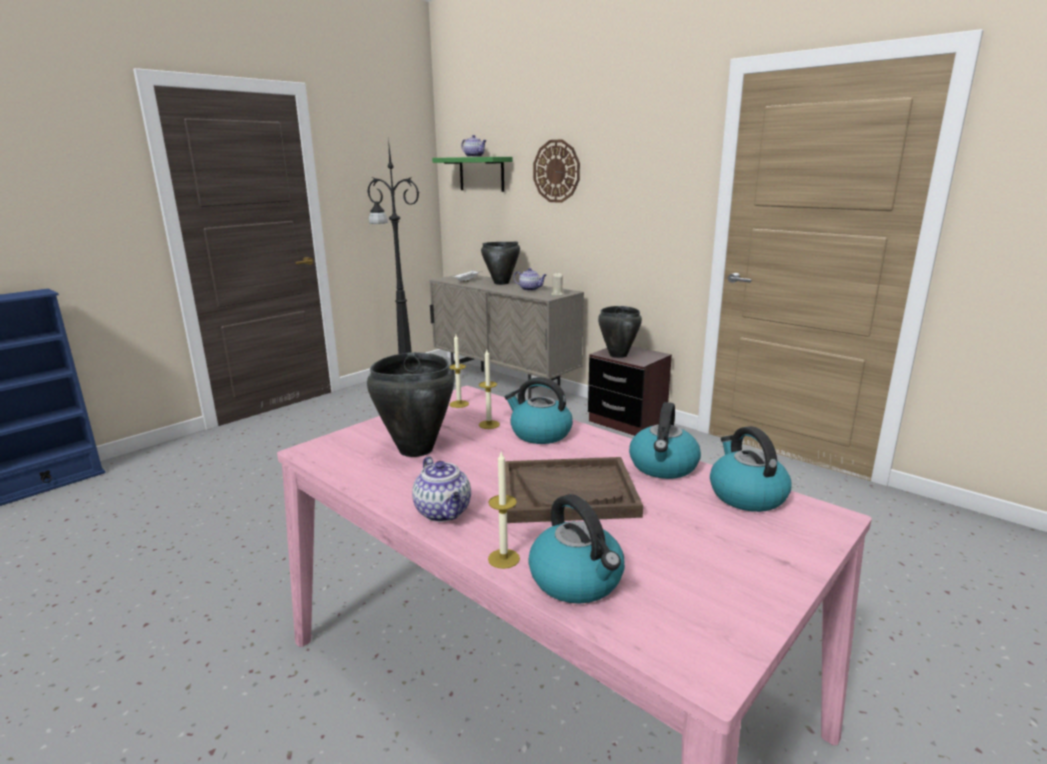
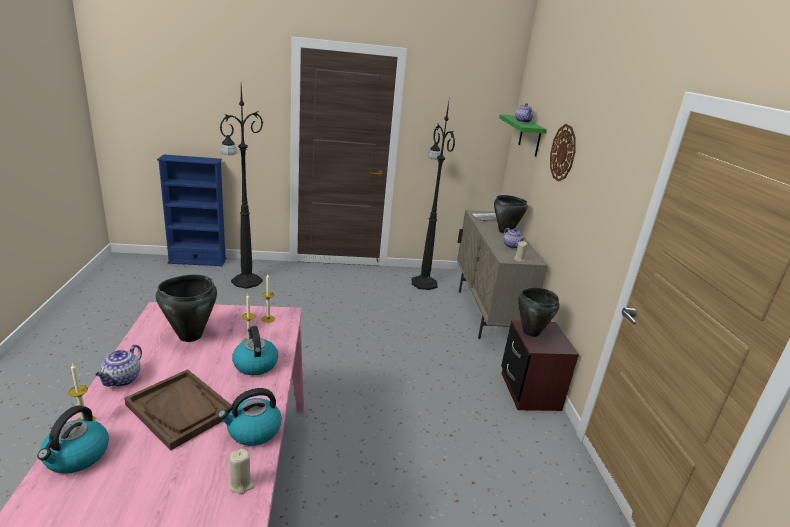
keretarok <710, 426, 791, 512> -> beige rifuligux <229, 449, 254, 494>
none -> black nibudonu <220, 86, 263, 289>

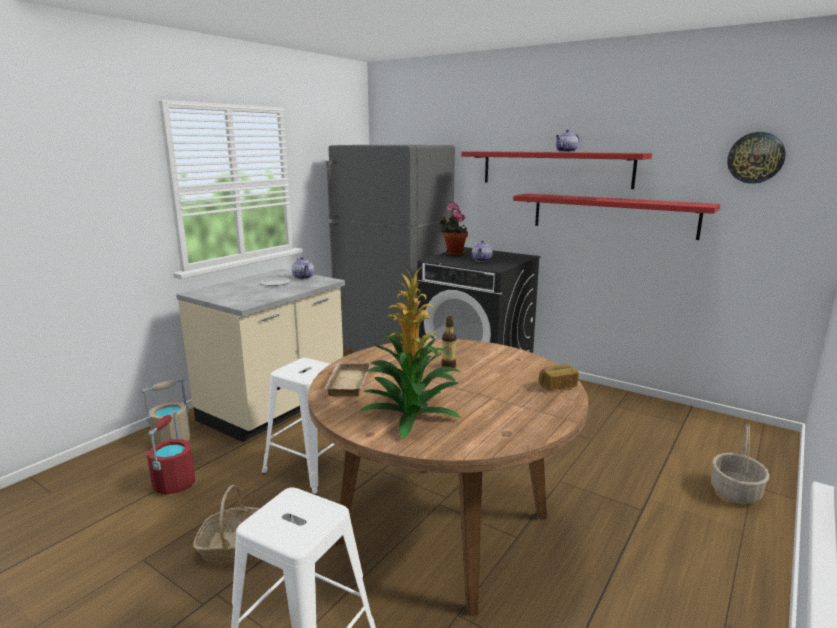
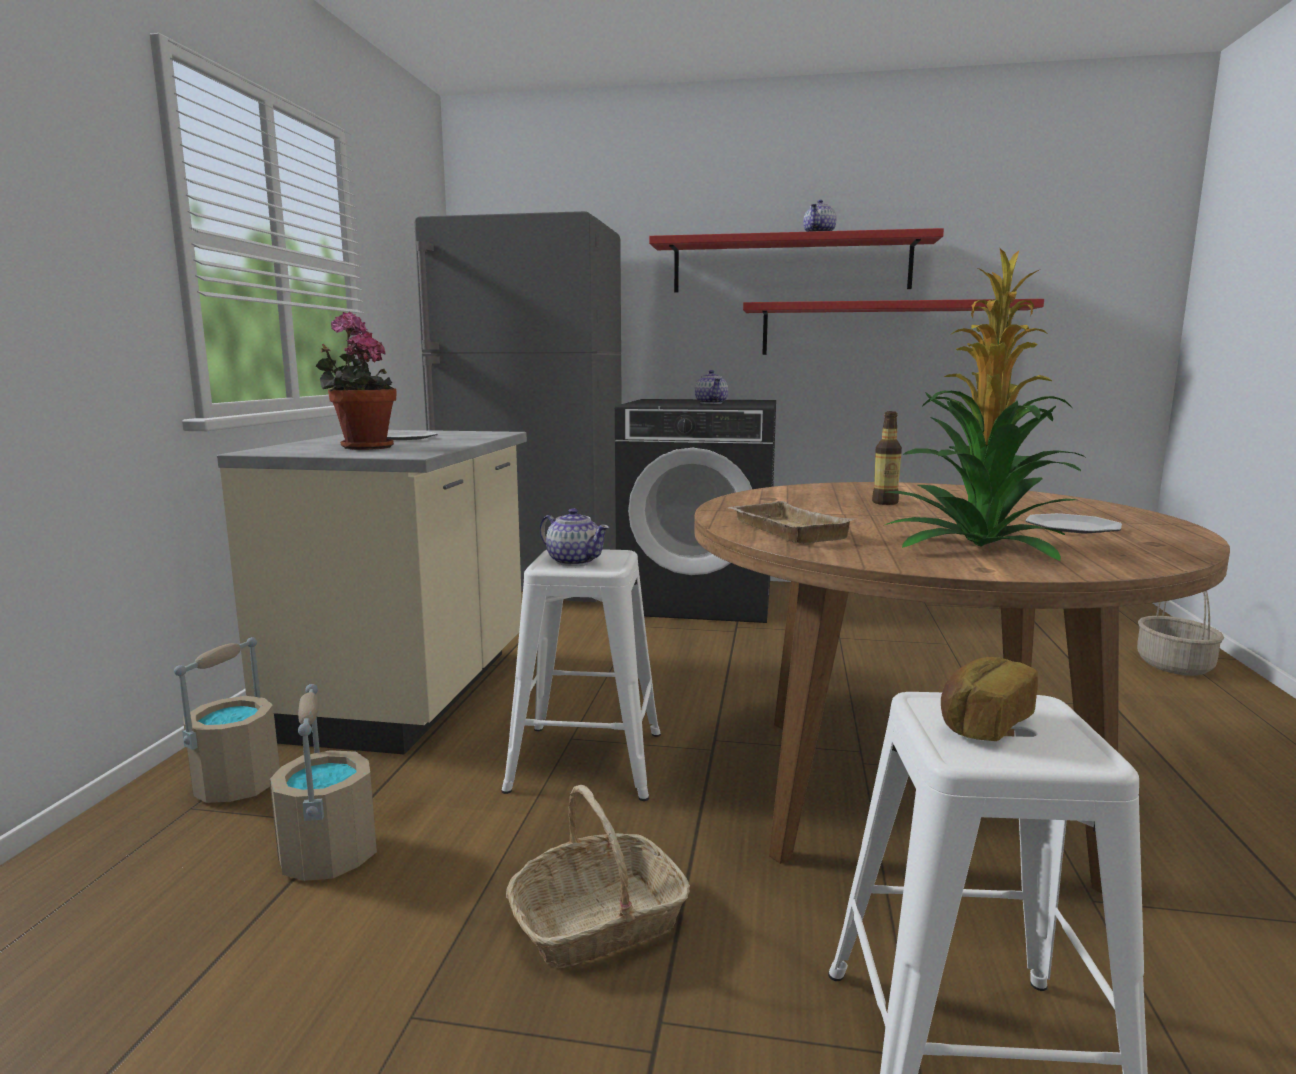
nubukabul <727, 132, 786, 184> -> none
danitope <440, 202, 468, 256> -> danitope <316, 312, 397, 450>, shifted
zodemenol <292, 257, 314, 279> -> zodemenol <540, 508, 610, 566>, shifted
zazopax <539, 365, 579, 390> -> zazopax <941, 657, 1038, 741>, shifted
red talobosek <147, 410, 195, 495> -> beige talobosek <269, 684, 377, 881>
none -> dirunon <1025, 513, 1122, 533>

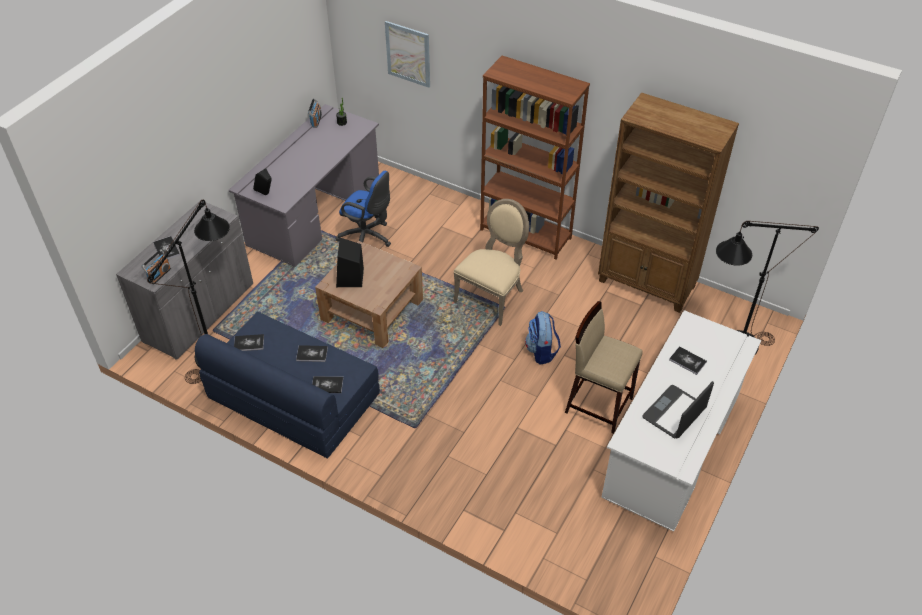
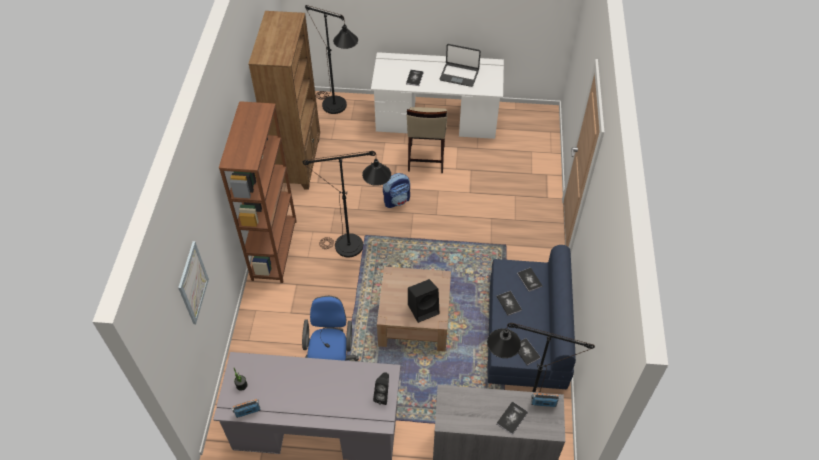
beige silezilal <453, 199, 529, 326> -> black nibudonu <303, 151, 391, 257>

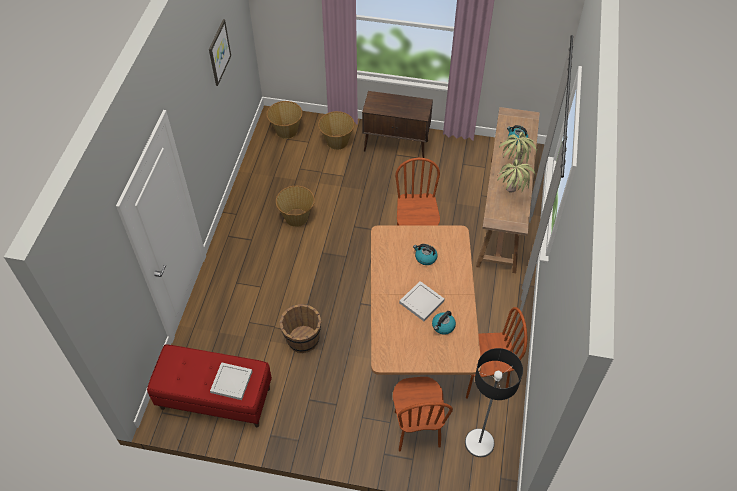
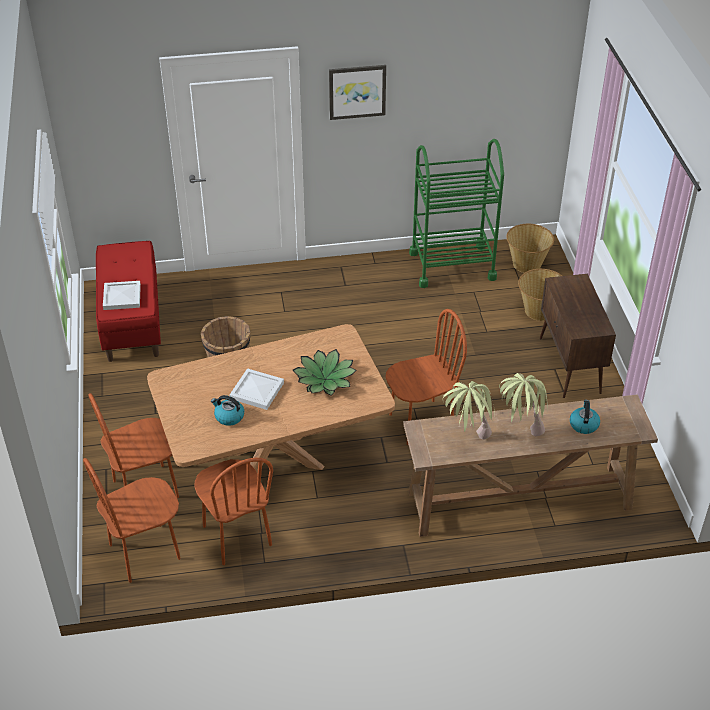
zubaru <209, 19, 231, 86> -> zubaru <329, 65, 386, 120>, shifted
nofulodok <276, 186, 315, 227> -> none
keretarok <413, 244, 438, 265> -> danitope <293, 349, 357, 396>
nibudonu <465, 348, 523, 457> -> brown silezilal <83, 458, 181, 583>
none -> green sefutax <409, 139, 504, 288>

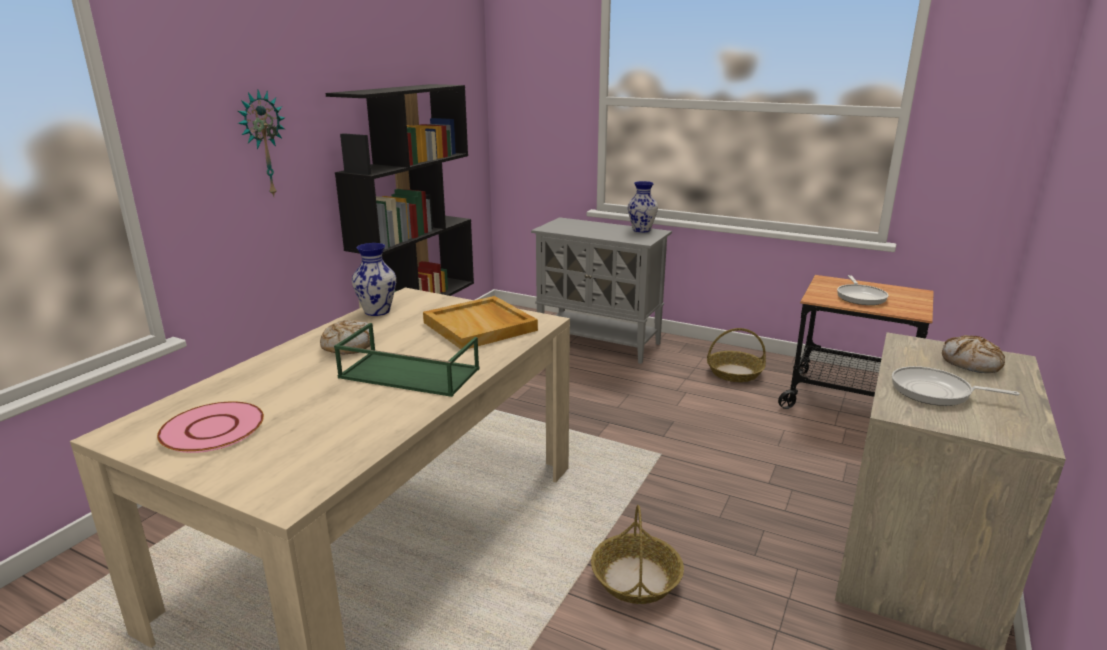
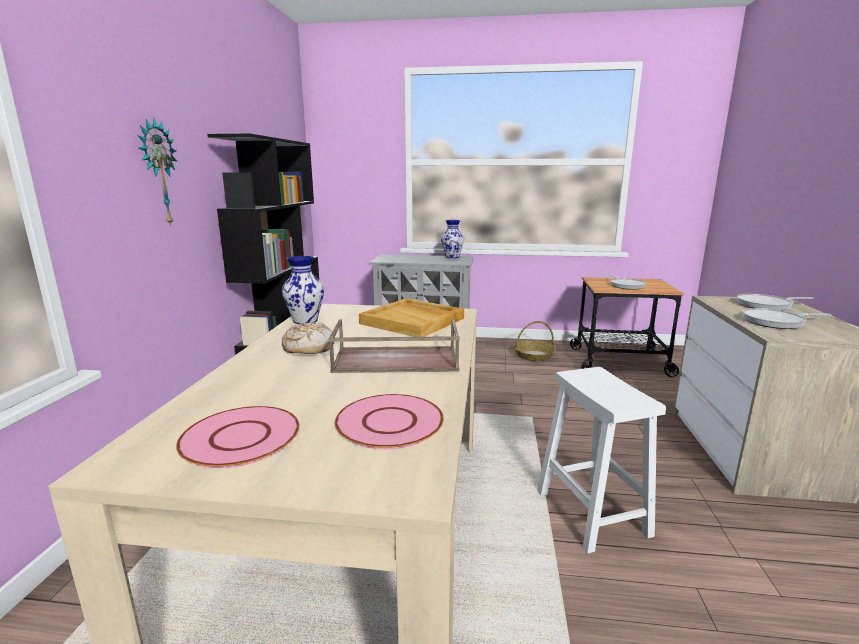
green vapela <334, 323, 479, 397> -> brown vapela <328, 318, 460, 373>
zazopax <942, 335, 1005, 373> -> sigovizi <737, 294, 814, 311>
nofulodok <591, 505, 684, 604> -> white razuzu <537, 367, 666, 554>
none -> pink dirunon <335, 394, 444, 449>

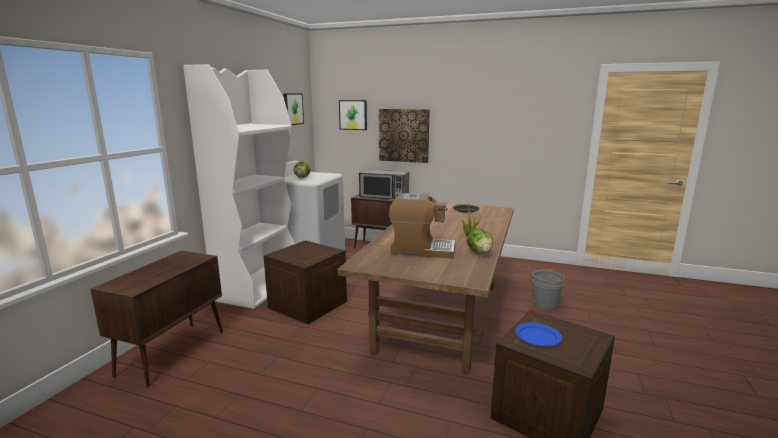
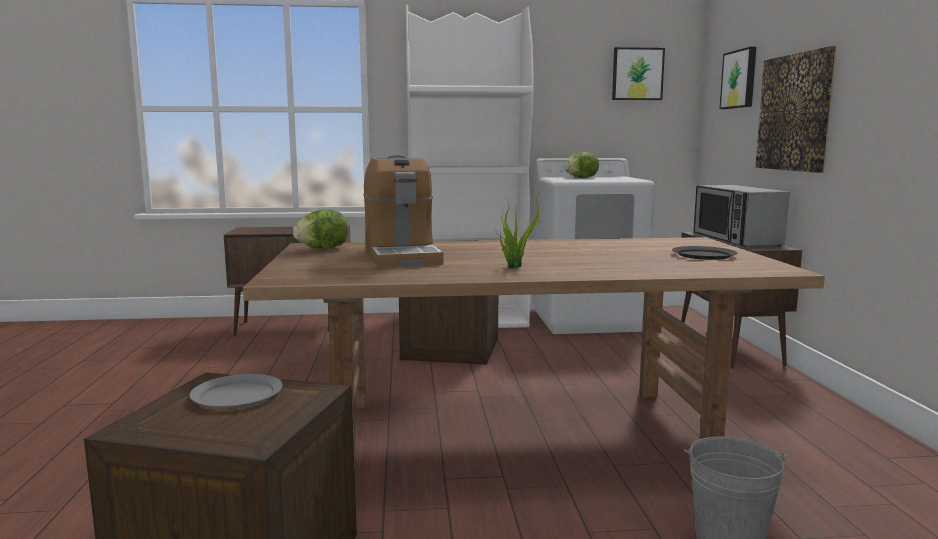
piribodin <467, 228, 493, 254> -> piribodin <293, 209, 348, 249>, shifted
blue dirunon <515, 322, 562, 346> -> grey dirunon <189, 374, 283, 409>

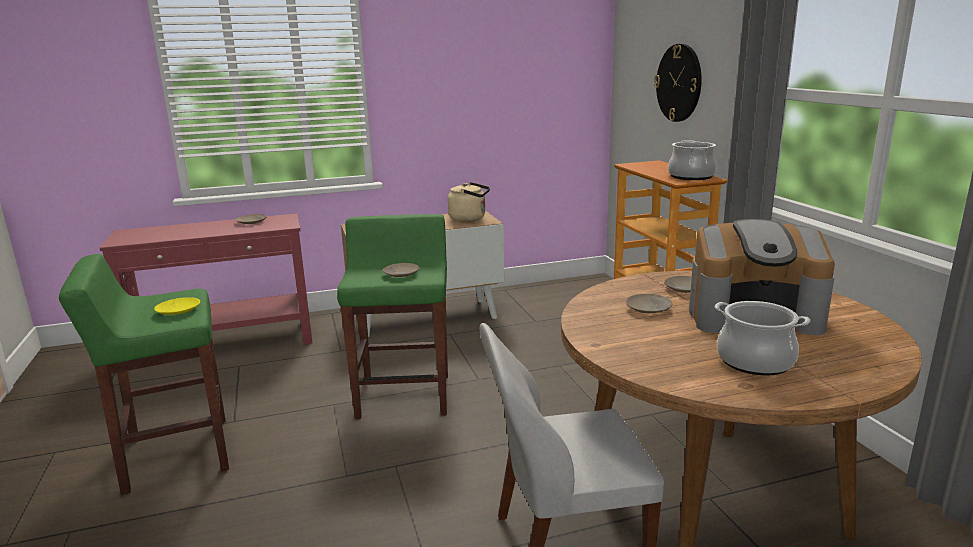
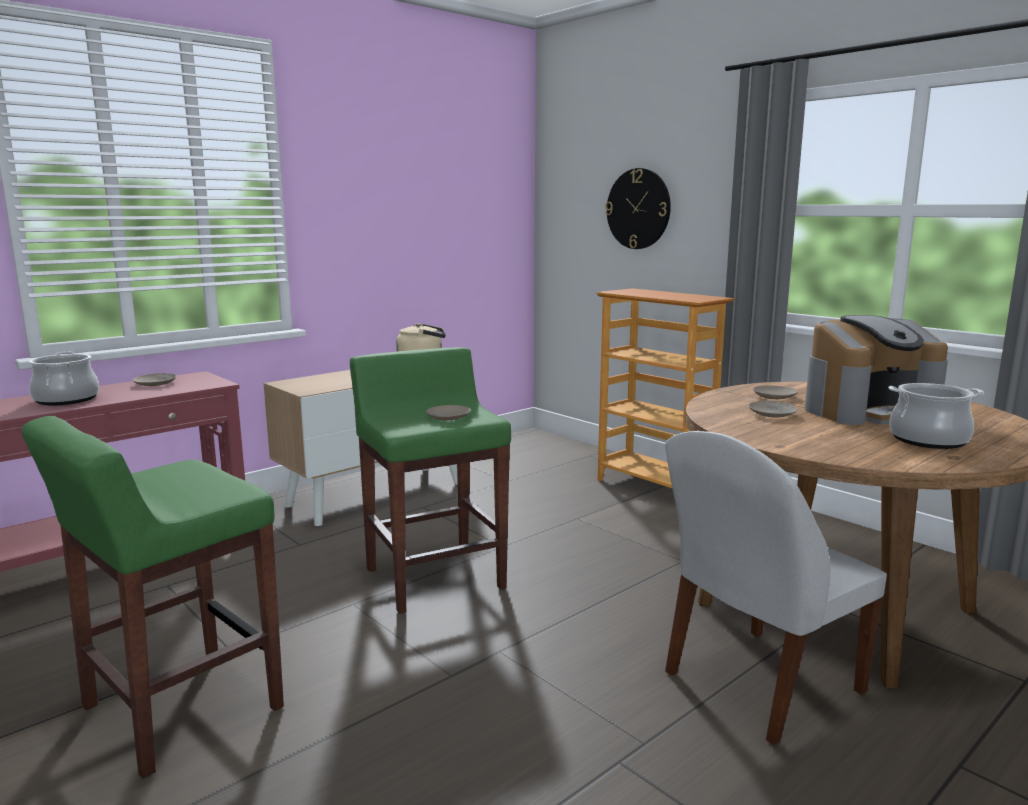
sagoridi <668, 140, 717, 180> -> sagoridi <29, 352, 99, 405>, shifted
yellow dirunon <154, 297, 200, 315> -> none

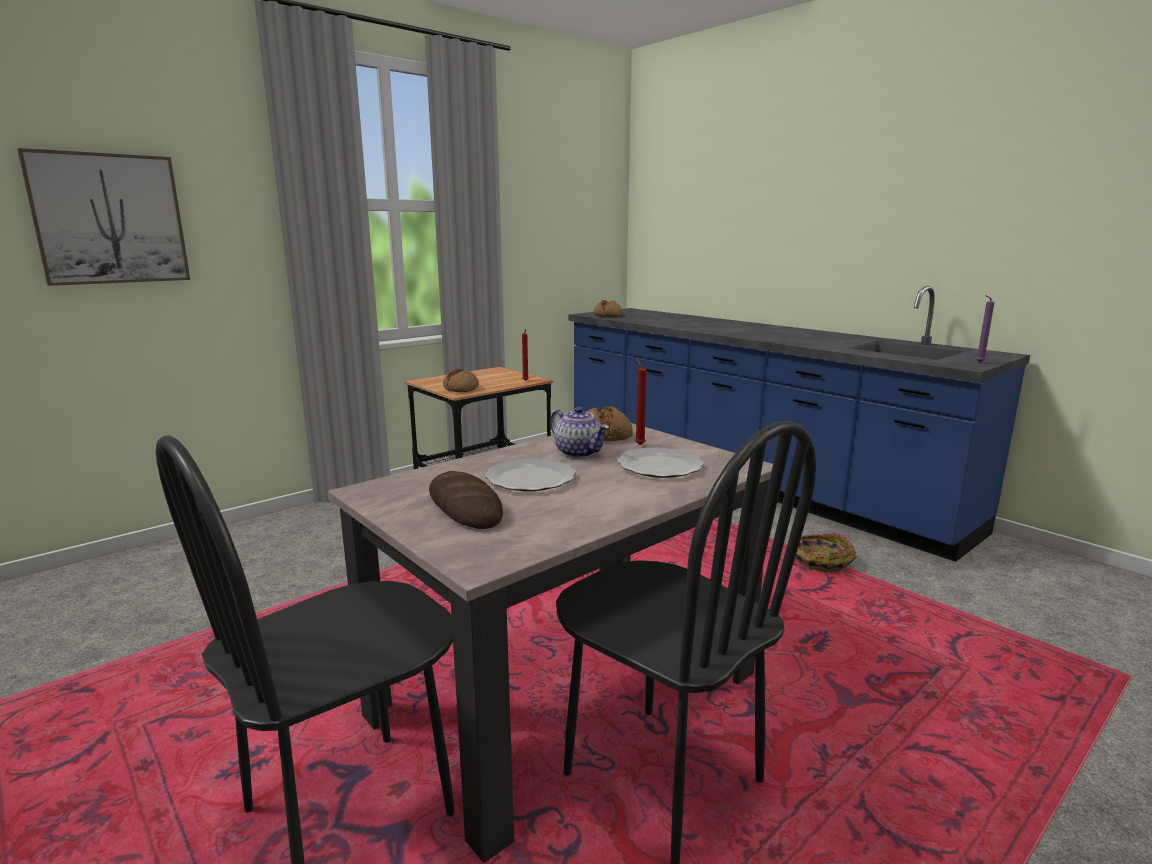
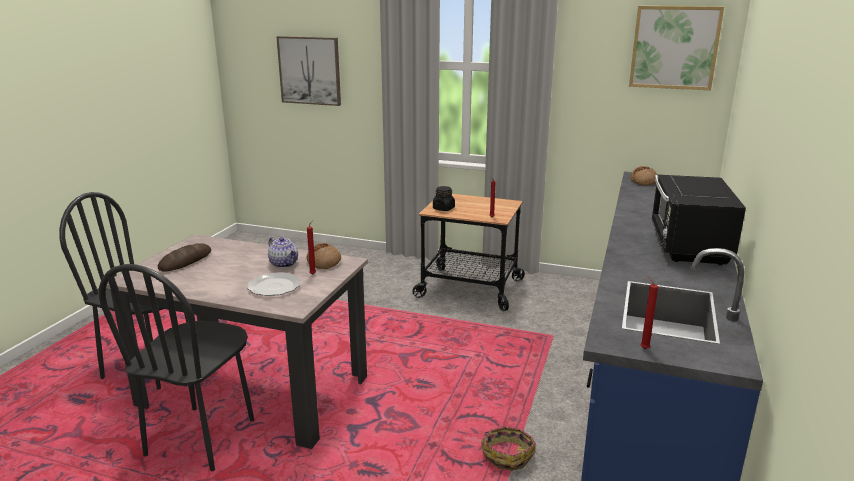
purple rifuligux <976, 295, 995, 362> -> red rifuligux <640, 276, 658, 349>
zazopax <443, 369, 479, 392> -> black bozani <433, 186, 455, 211>
zodemenol <550, 407, 609, 458> -> zodemenol <268, 237, 298, 268>, 60 degrees counterclockwise
dirunon <485, 458, 576, 491> -> none
none -> zubaru <629, 6, 724, 90>
none -> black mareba <651, 175, 746, 265>

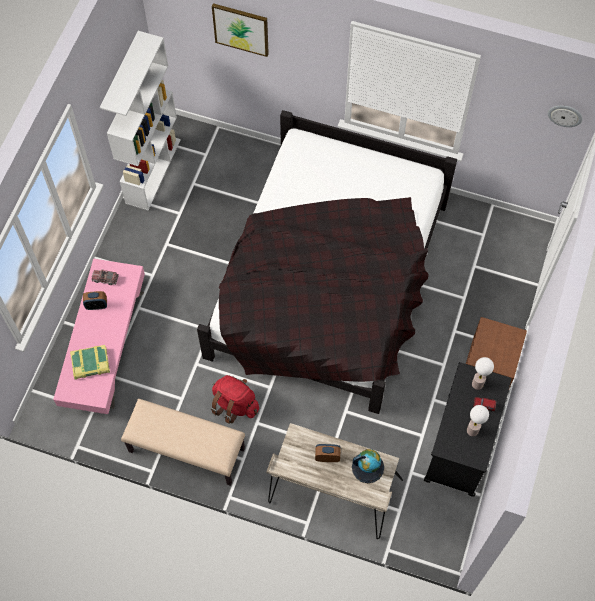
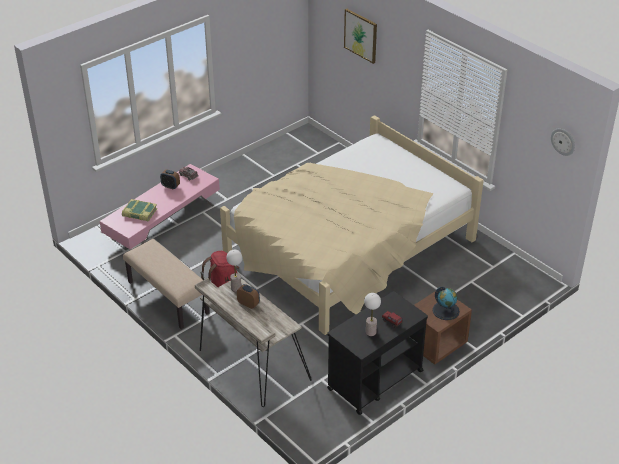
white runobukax <100, 31, 180, 210> -> none
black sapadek <197, 110, 457, 414> -> beige sapadek <220, 115, 484, 335>
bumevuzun <472, 357, 494, 390> -> bumevuzun <226, 250, 242, 292>, shifted
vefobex <352, 449, 384, 483> -> vefobex <432, 287, 460, 320>, shifted

